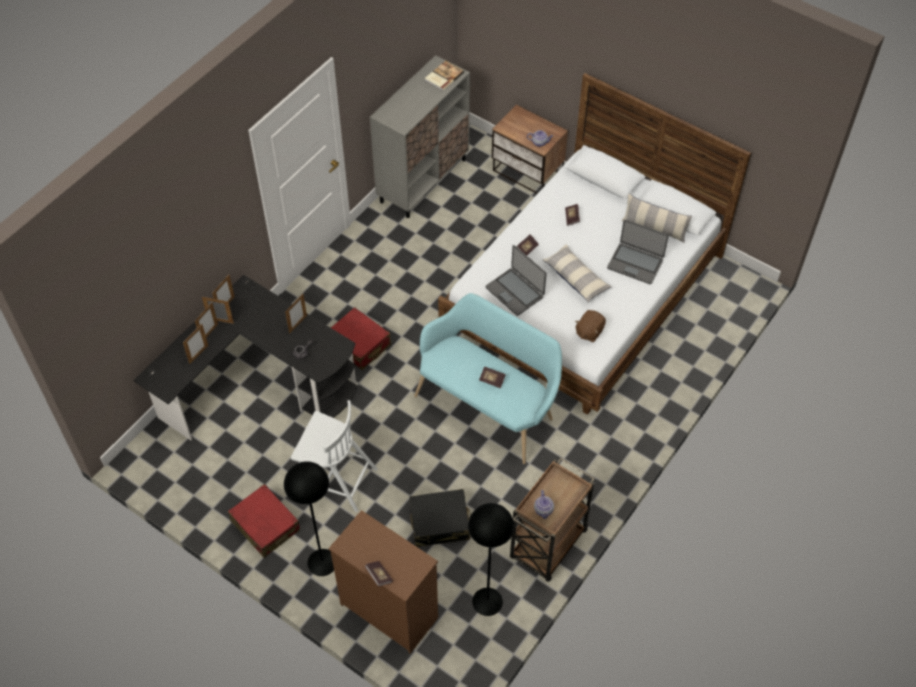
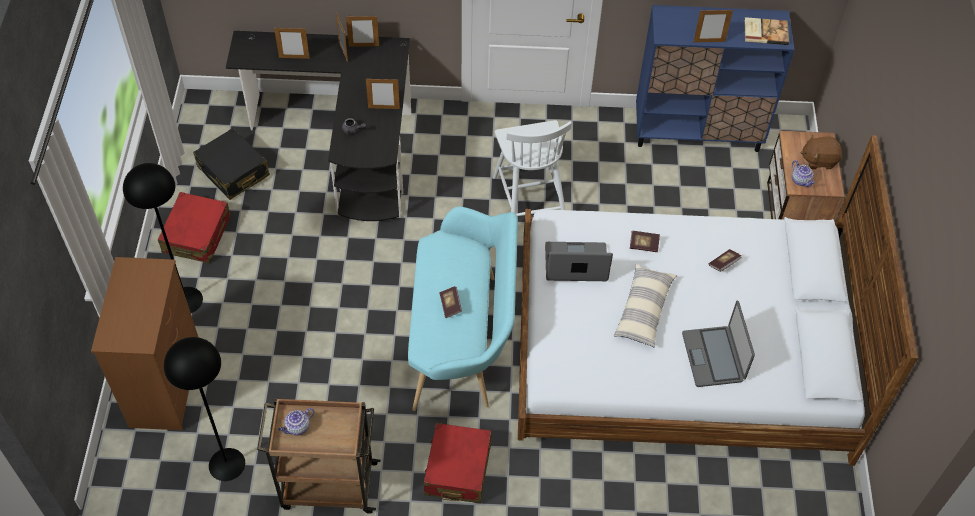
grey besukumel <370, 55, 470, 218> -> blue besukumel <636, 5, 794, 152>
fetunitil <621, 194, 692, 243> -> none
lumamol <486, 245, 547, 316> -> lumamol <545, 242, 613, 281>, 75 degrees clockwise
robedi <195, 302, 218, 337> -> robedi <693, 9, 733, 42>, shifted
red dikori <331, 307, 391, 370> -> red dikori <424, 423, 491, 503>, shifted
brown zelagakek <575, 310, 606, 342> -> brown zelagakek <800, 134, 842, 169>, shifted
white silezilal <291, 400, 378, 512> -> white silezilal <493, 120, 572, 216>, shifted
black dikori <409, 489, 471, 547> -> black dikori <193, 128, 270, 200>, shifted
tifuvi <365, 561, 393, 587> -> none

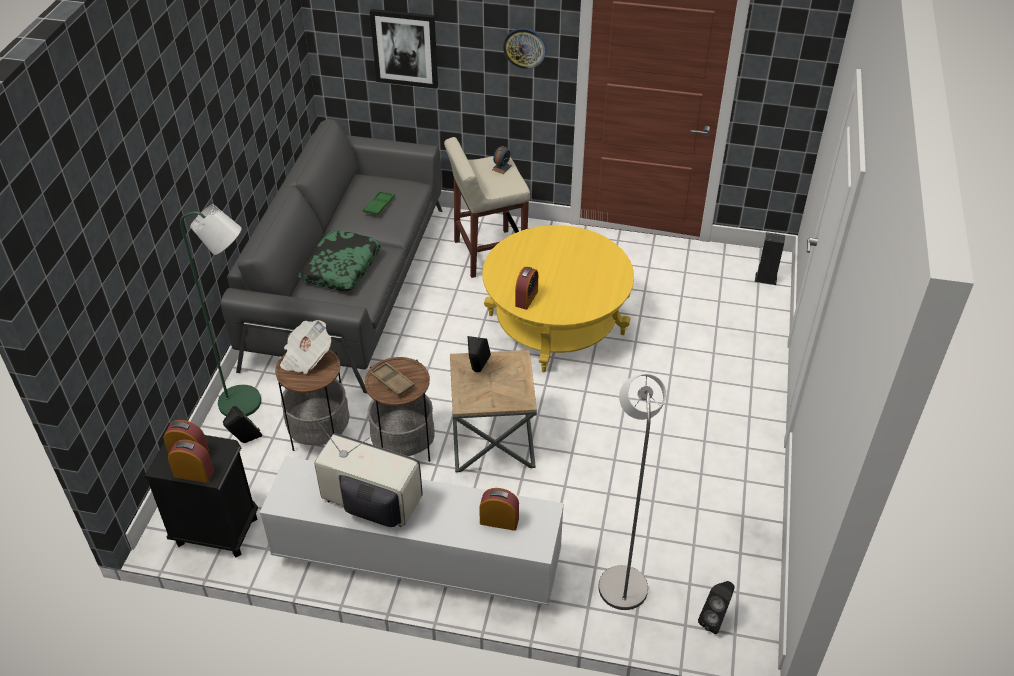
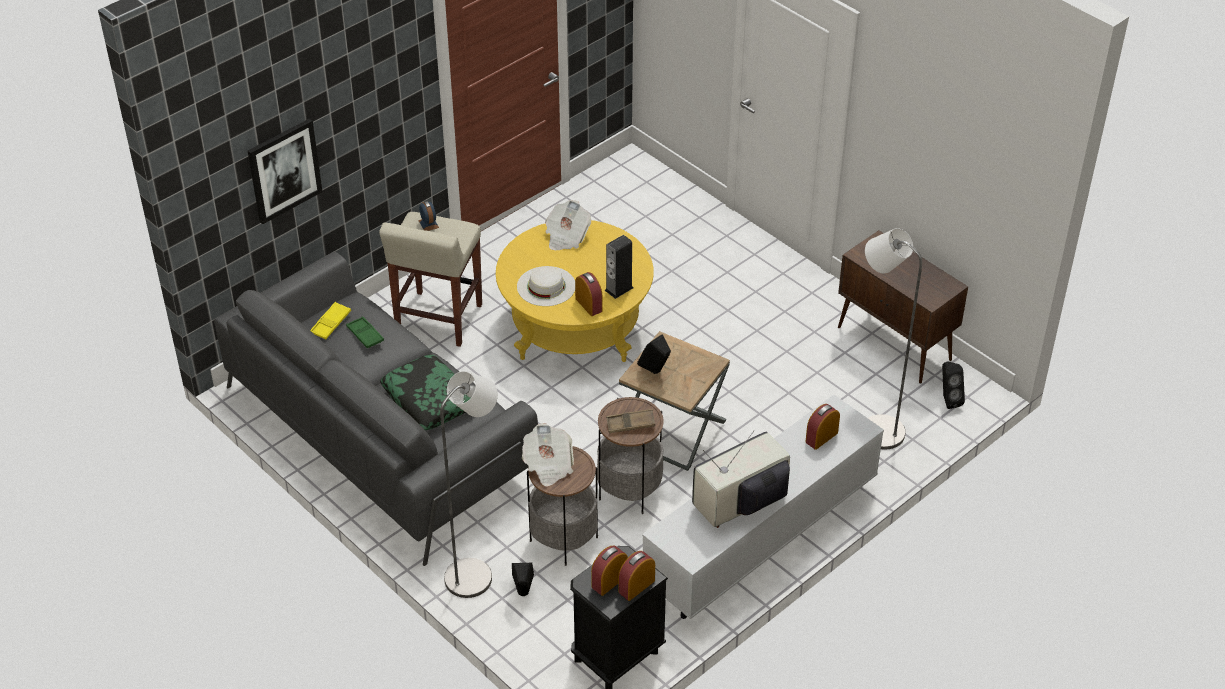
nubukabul <503, 28, 546, 69> -> none
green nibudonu <180, 204, 261, 416> -> grey nibudonu <440, 371, 498, 598>
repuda <755, 232, 785, 285> -> repuda <604, 235, 633, 299>, shifted
none -> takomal <545, 200, 591, 250>
none -> brown besukumel <838, 230, 968, 384>
none -> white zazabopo <517, 266, 575, 306>
none -> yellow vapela <310, 302, 351, 340>

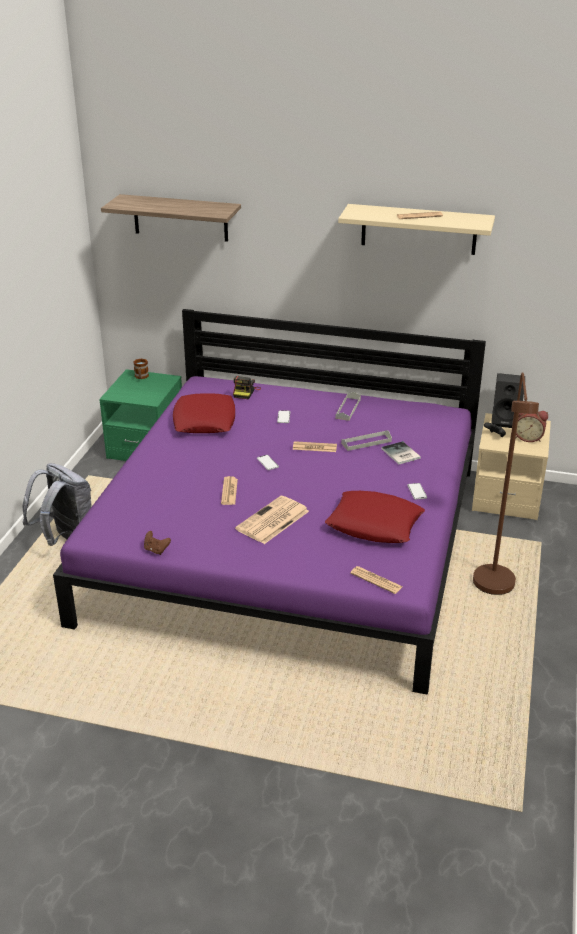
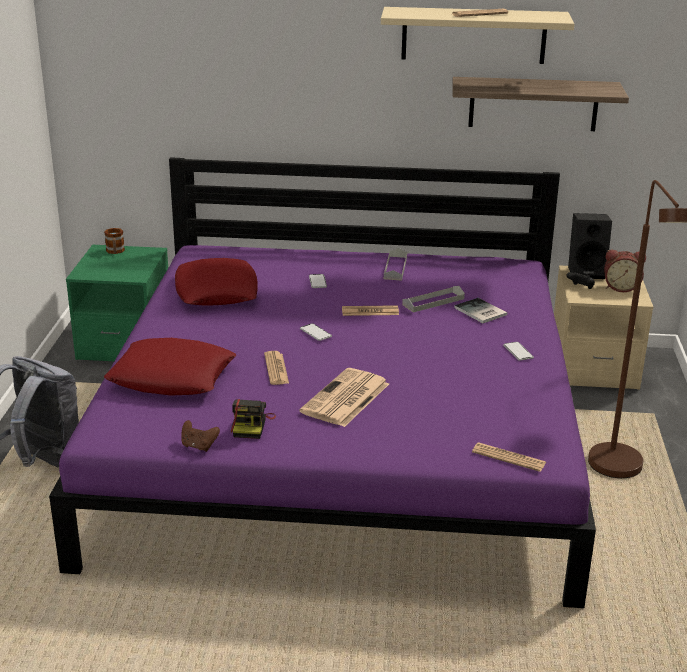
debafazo <101, 194, 241, 242> -> debafazo <452, 77, 629, 131>, shifted
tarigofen <233, 376, 261, 399> -> tarigofen <231, 399, 276, 439>, shifted
red fetunitil <325, 491, 425, 543> -> red fetunitil <104, 338, 236, 396>, shifted

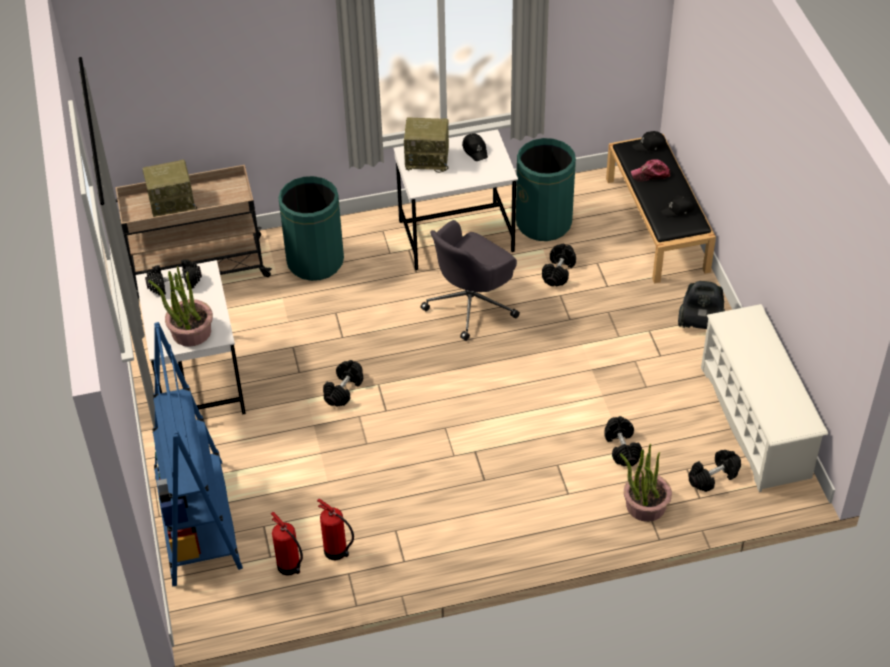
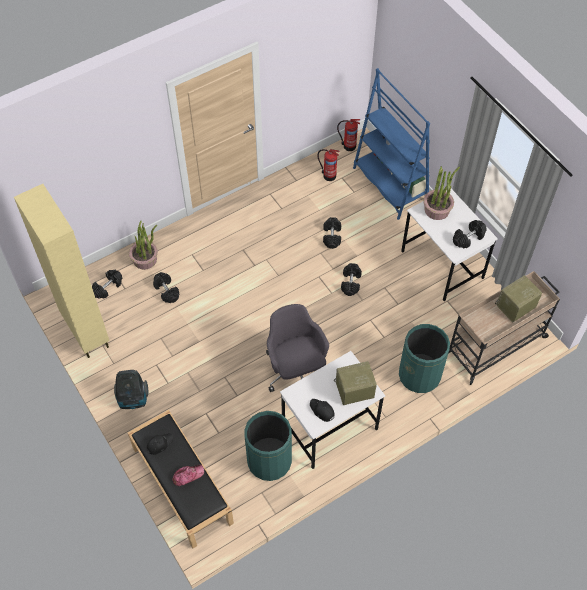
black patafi <632, 131, 666, 152> -> none
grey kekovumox <421, 220, 520, 341> -> grey kekovumox <266, 304, 329, 392>, 45 degrees counterclockwise
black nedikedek <542, 244, 576, 286> -> black nedikedek <323, 217, 341, 249>, shifted
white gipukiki <701, 304, 828, 492> -> beige besukumel <14, 184, 110, 358>
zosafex <317, 499, 354, 560> -> zosafex <337, 119, 360, 151>, shifted

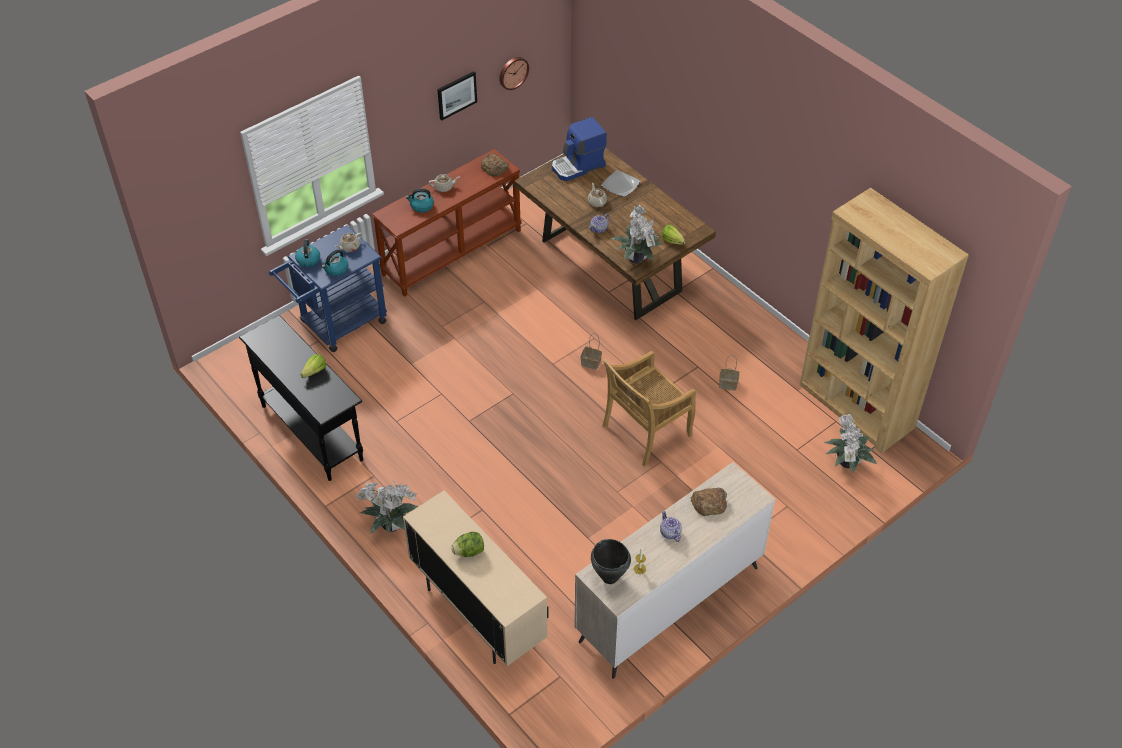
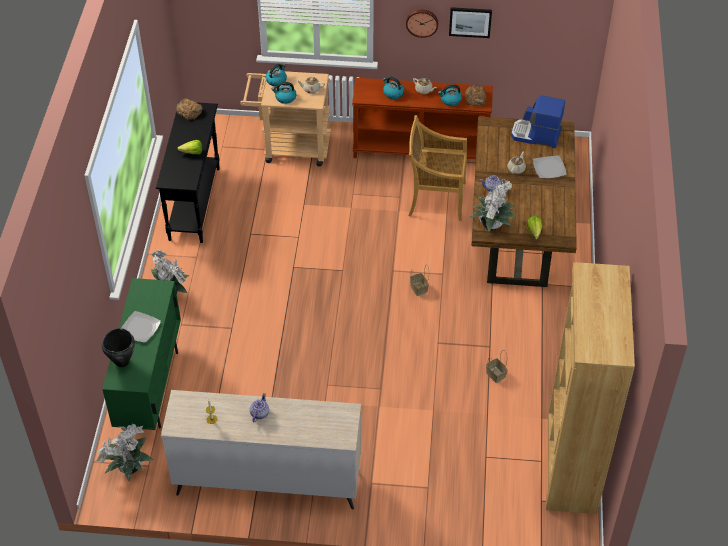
nubukabul <499, 57, 529, 90> -> nubukabul <406, 10, 438, 38>, shifted
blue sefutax <269, 225, 387, 352> -> beige sefutax <240, 70, 331, 167>
beige silezilal <602, 351, 696, 467> -> beige silezilal <408, 115, 467, 221>, shifted
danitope <824, 414, 877, 473> -> danitope <96, 424, 154, 481>, shifted
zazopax <691, 488, 727, 516> -> zazopax <176, 98, 203, 120>, shifted
beige besukumel <403, 490, 549, 666> -> green besukumel <102, 278, 181, 430>
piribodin <451, 532, 484, 557> -> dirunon <122, 311, 161, 343>
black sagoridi <591, 539, 631, 584> -> black sagoridi <102, 328, 135, 367>, shifted
none -> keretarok <438, 84, 462, 106>

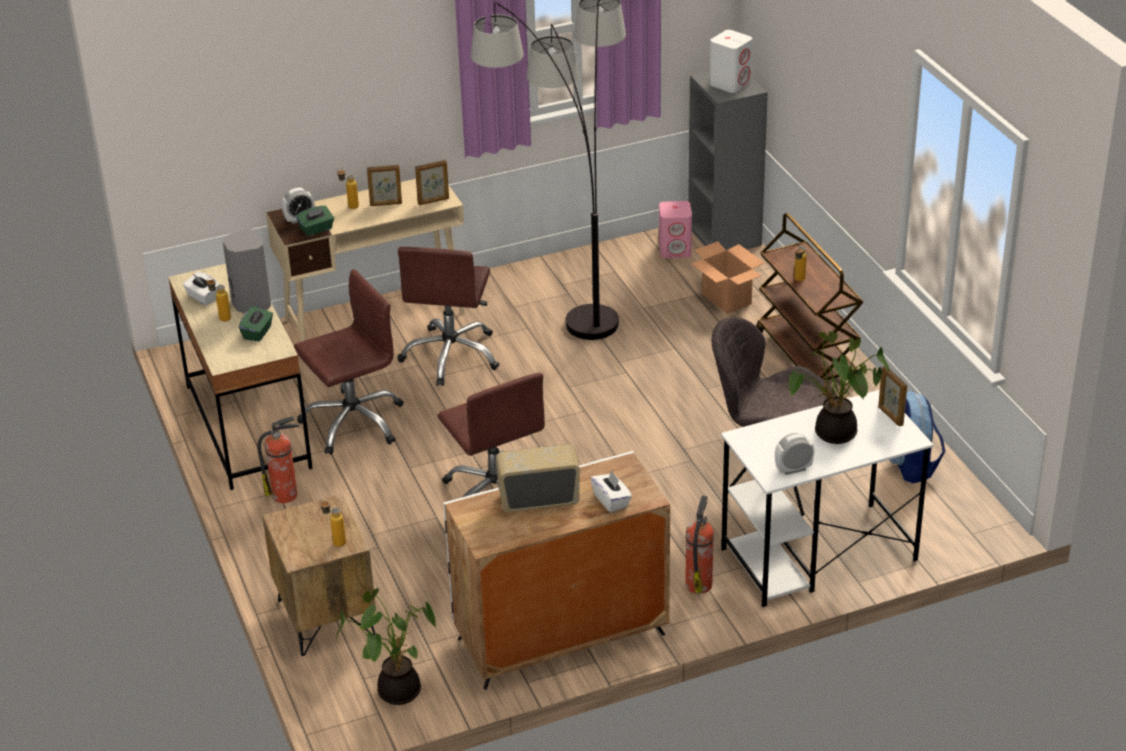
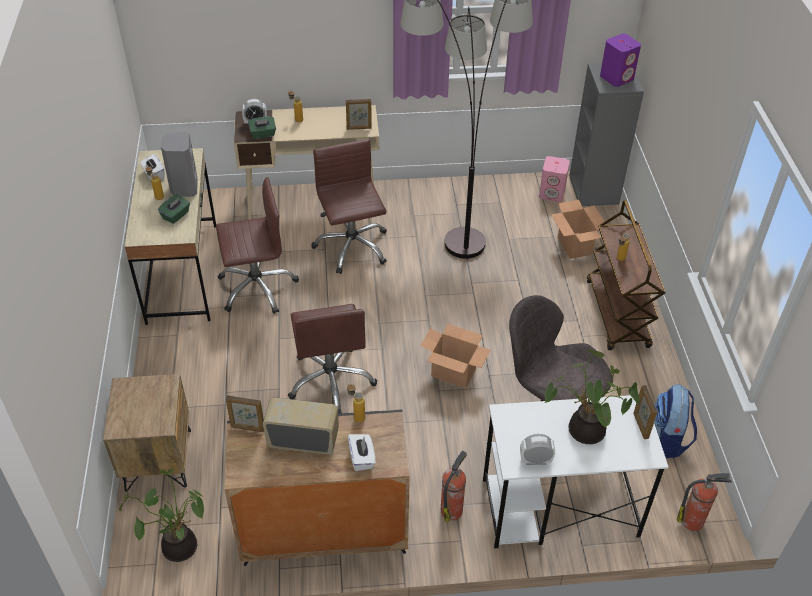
white repuda <710, 30, 752, 93> -> purple repuda <600, 34, 641, 87>
robedi <367, 165, 402, 206> -> robedi <226, 395, 264, 432>, shifted
brown kekovumox <398, 247, 499, 386> -> brown kekovumox <311, 139, 387, 274>, 135 degrees clockwise
zosafex <257, 416, 300, 503> -> zosafex <677, 473, 732, 531>, shifted
white besukumel <444, 451, 670, 690> -> black besukumel <225, 409, 410, 566>
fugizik <320, 499, 346, 547> -> fugizik <347, 383, 365, 423>, shifted
none -> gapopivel <420, 324, 490, 388>

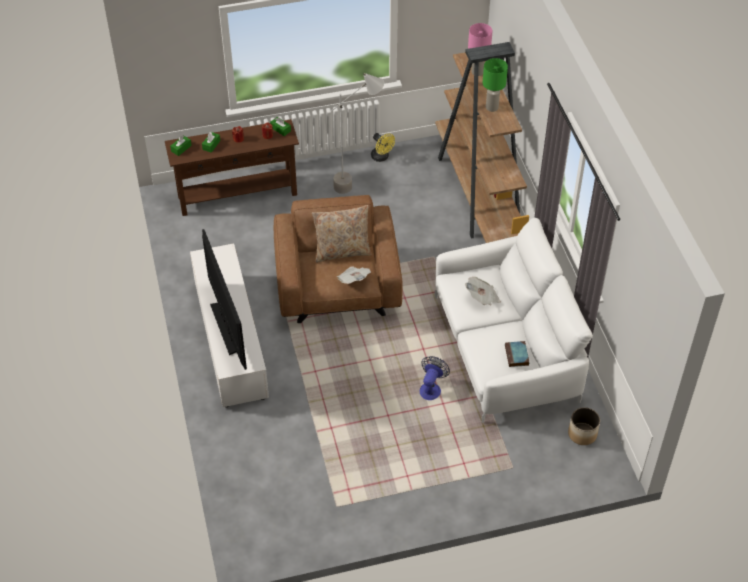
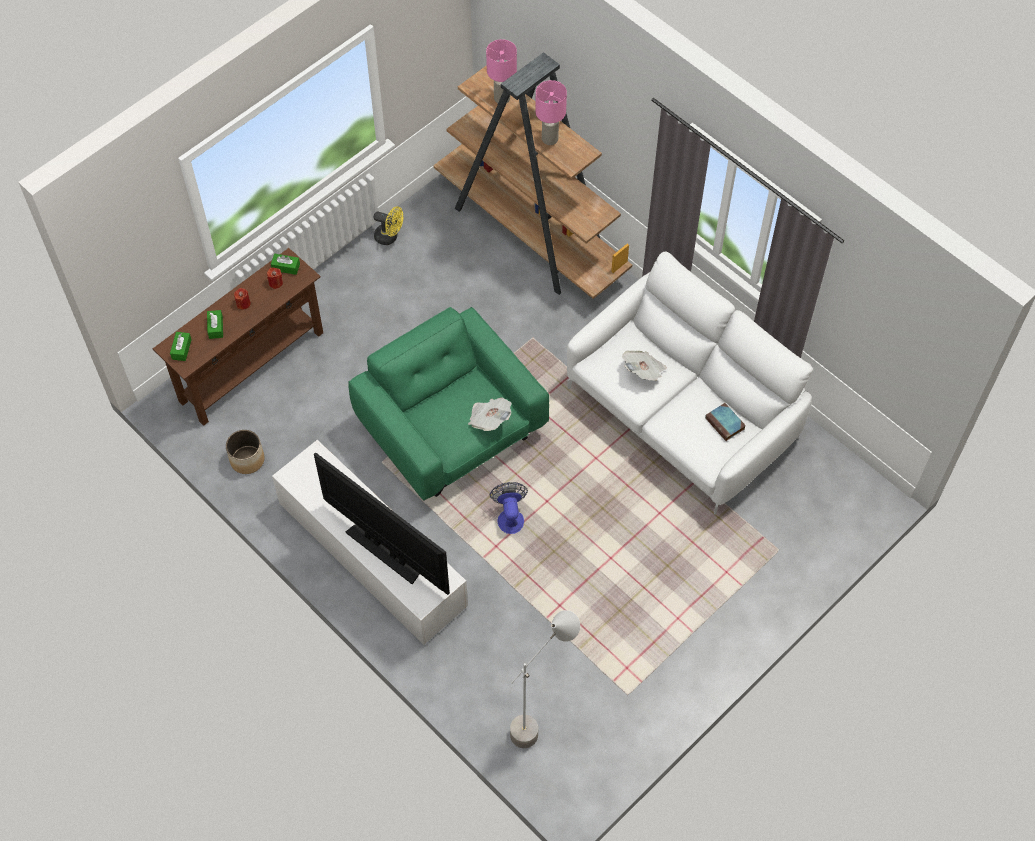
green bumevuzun <482, 58, 508, 112> -> pink bumevuzun <535, 80, 567, 145>
grey nibudonu <331, 73, 384, 194> -> grey nibudonu <510, 610, 580, 748>, shifted
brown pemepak <274, 195, 403, 323> -> green pemepak <348, 307, 549, 501>
beige fetunitil <312, 205, 372, 263> -> none
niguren <420, 356, 450, 400> -> niguren <490, 482, 528, 534>, shifted
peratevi <568, 407, 600, 445> -> peratevi <226, 430, 264, 474>, shifted

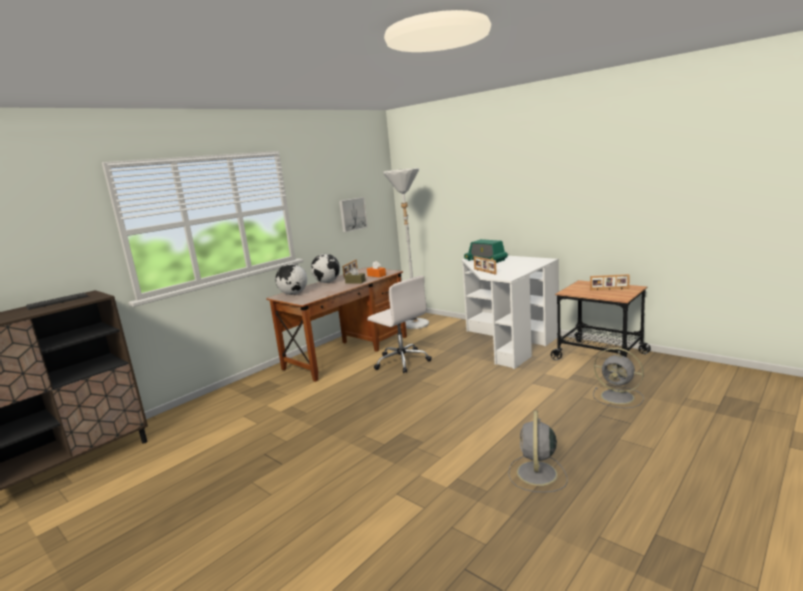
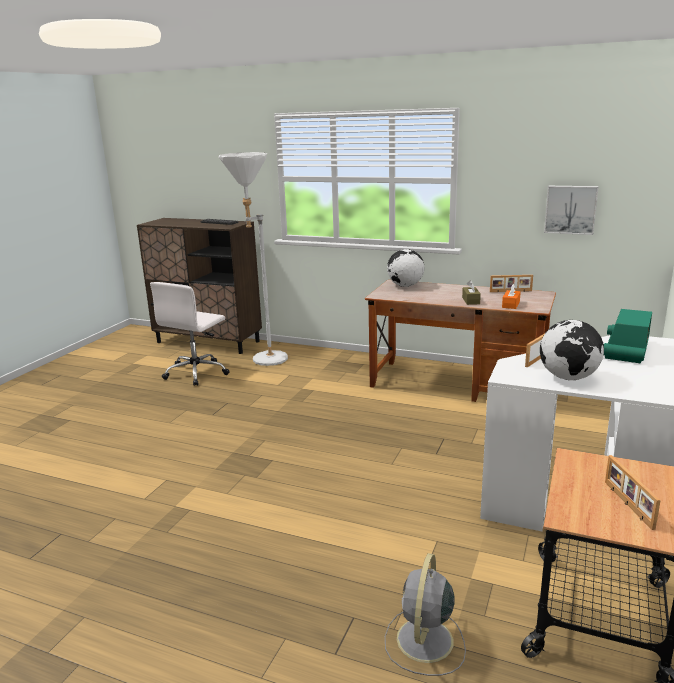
white nibudonu <383, 168, 429, 329> -> white nibudonu <219, 152, 288, 366>, shifted
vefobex <311, 254, 340, 283> -> vefobex <540, 320, 604, 380>, shifted
white kekovumox <367, 276, 432, 373> -> white kekovumox <150, 282, 230, 386>, shifted
grey niguren <508, 411, 568, 493> -> none

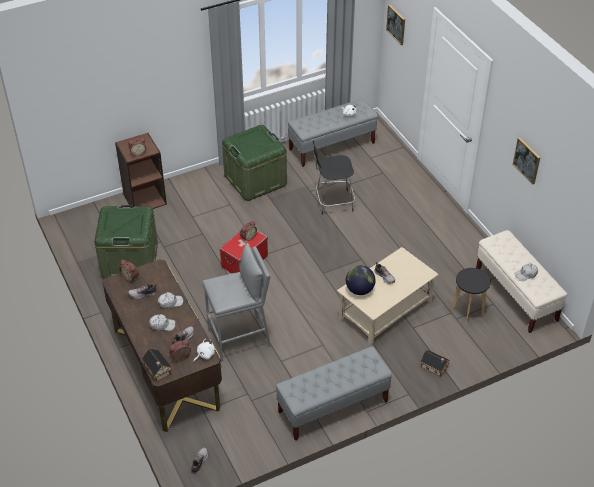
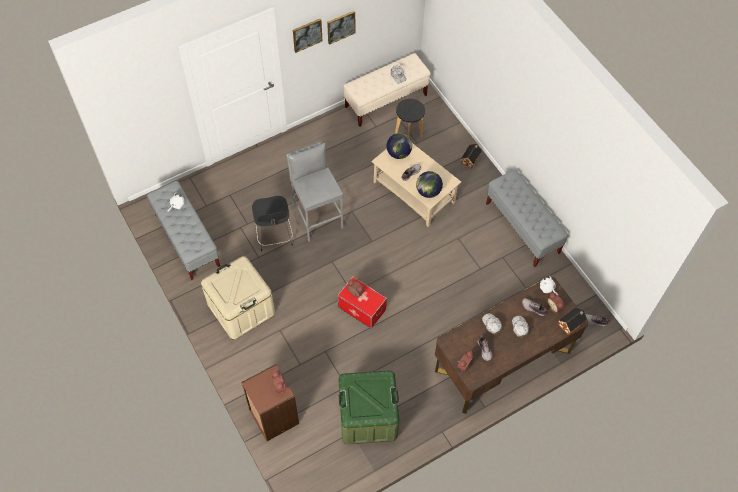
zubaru <386, 5, 405, 45> -> zubaru <293, 18, 322, 53>, shifted
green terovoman <222, 125, 287, 201> -> beige terovoman <201, 256, 275, 340>
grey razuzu <203, 243, 271, 362> -> grey razuzu <286, 141, 343, 242>, shifted
none -> vefobex <386, 133, 412, 159>

